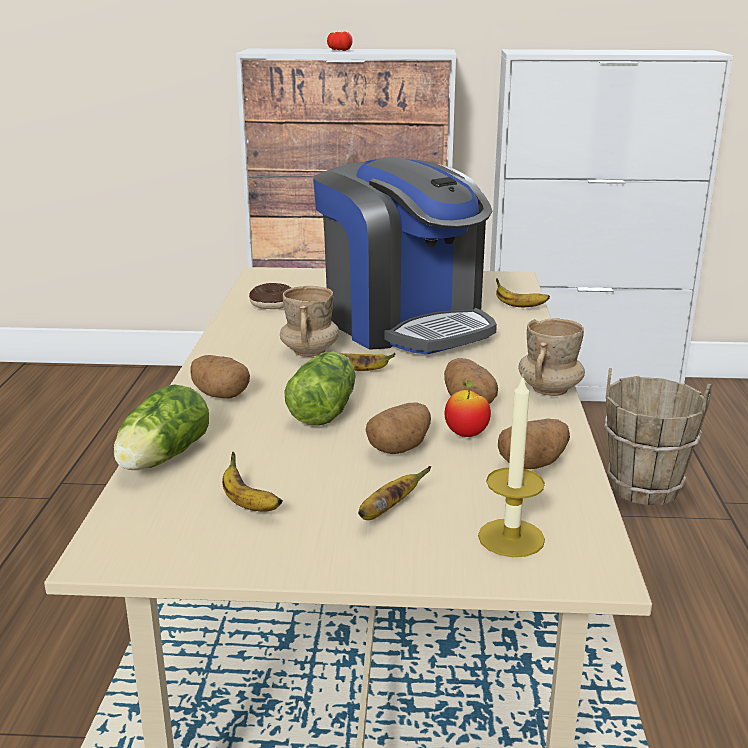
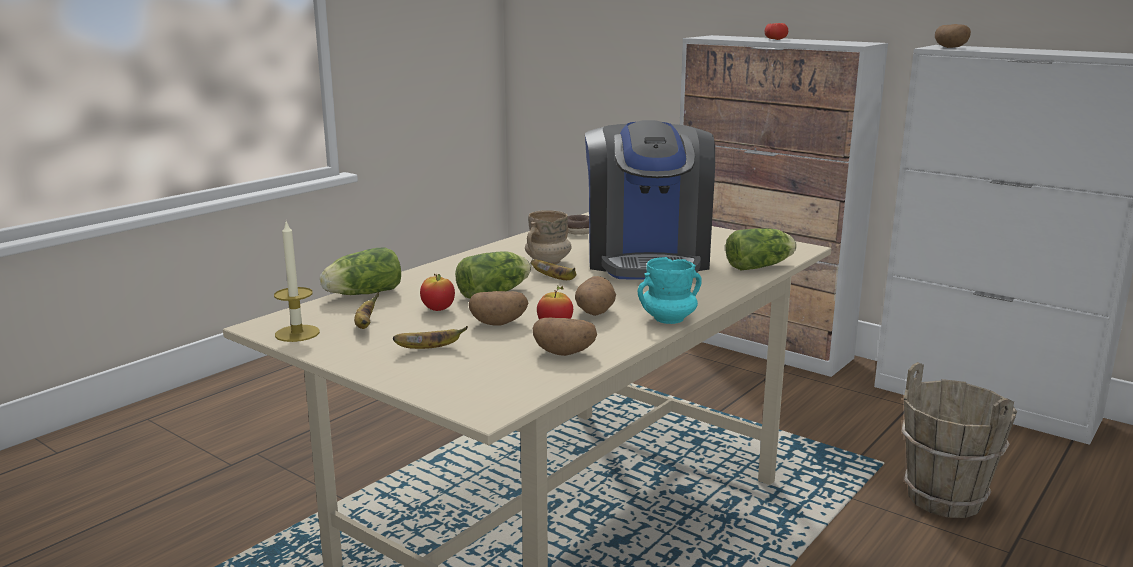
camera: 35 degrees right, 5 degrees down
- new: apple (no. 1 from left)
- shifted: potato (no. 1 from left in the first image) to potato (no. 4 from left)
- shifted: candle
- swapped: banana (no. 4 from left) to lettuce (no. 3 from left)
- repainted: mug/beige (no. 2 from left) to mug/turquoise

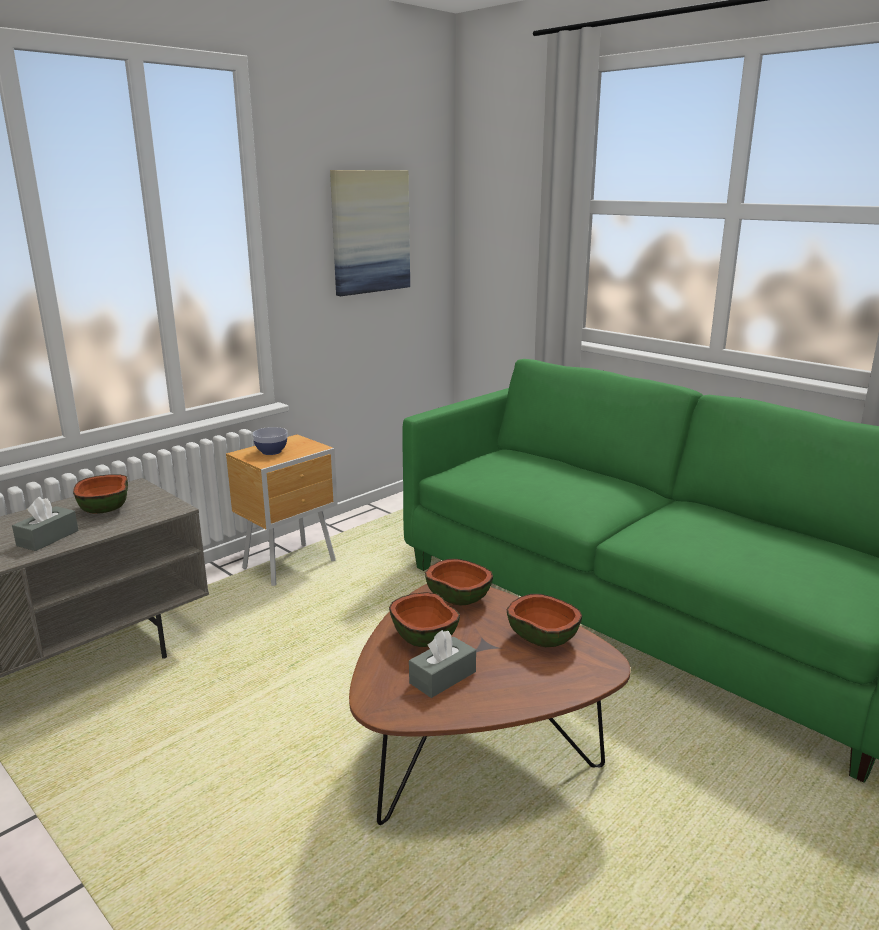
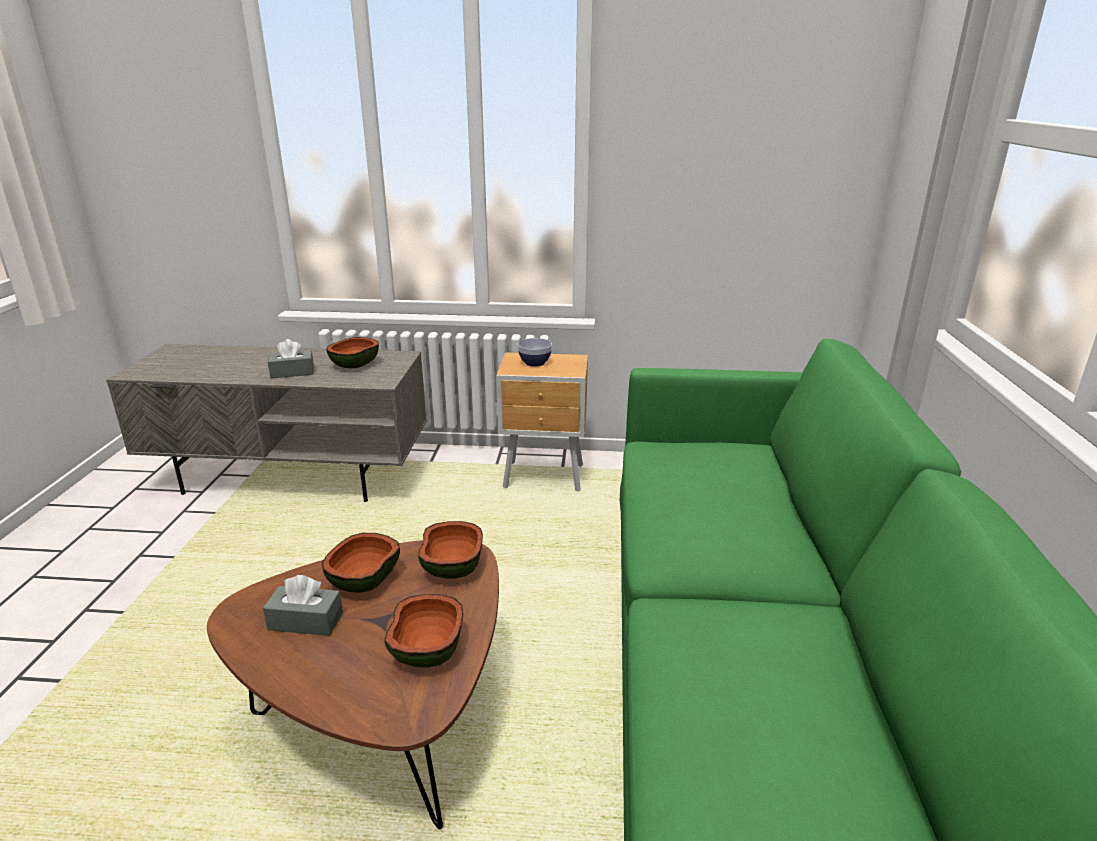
camera: 50 degrees right, 5 degrees up
- gone: picture

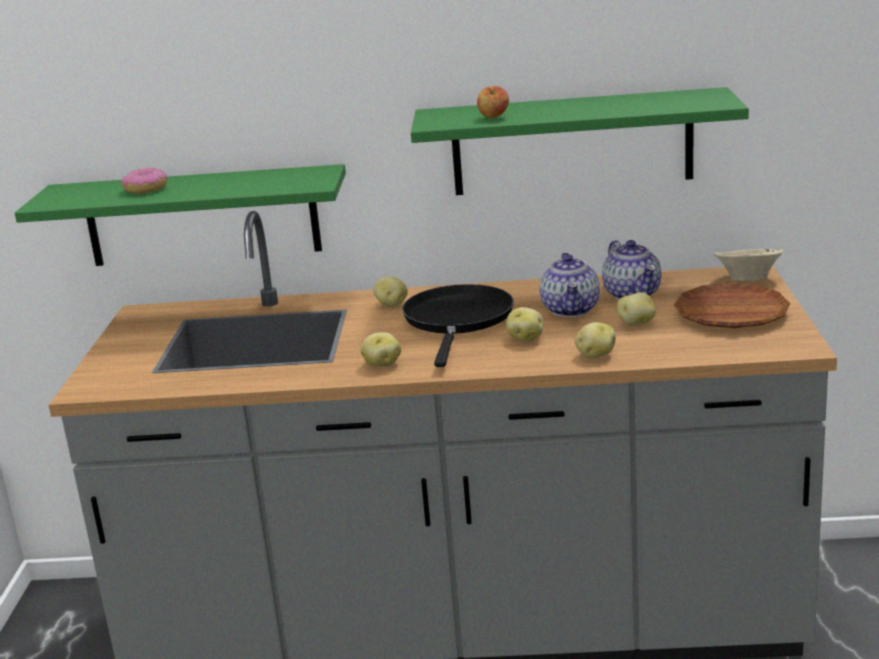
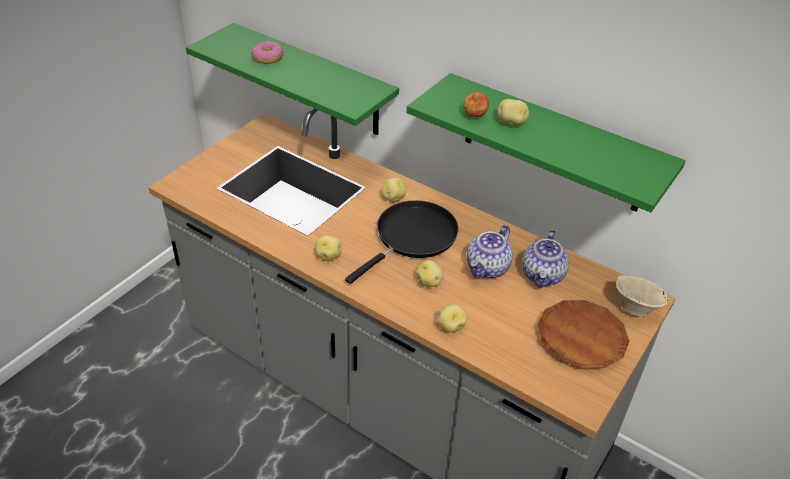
camera: 30 degrees right, 20 degrees up
- shifted: potato (no. 5 from left)

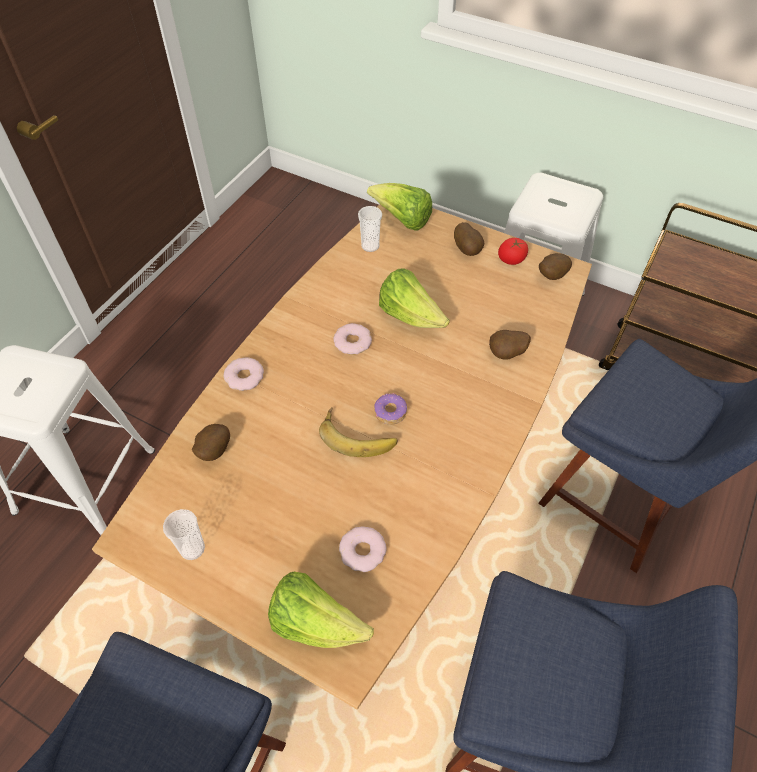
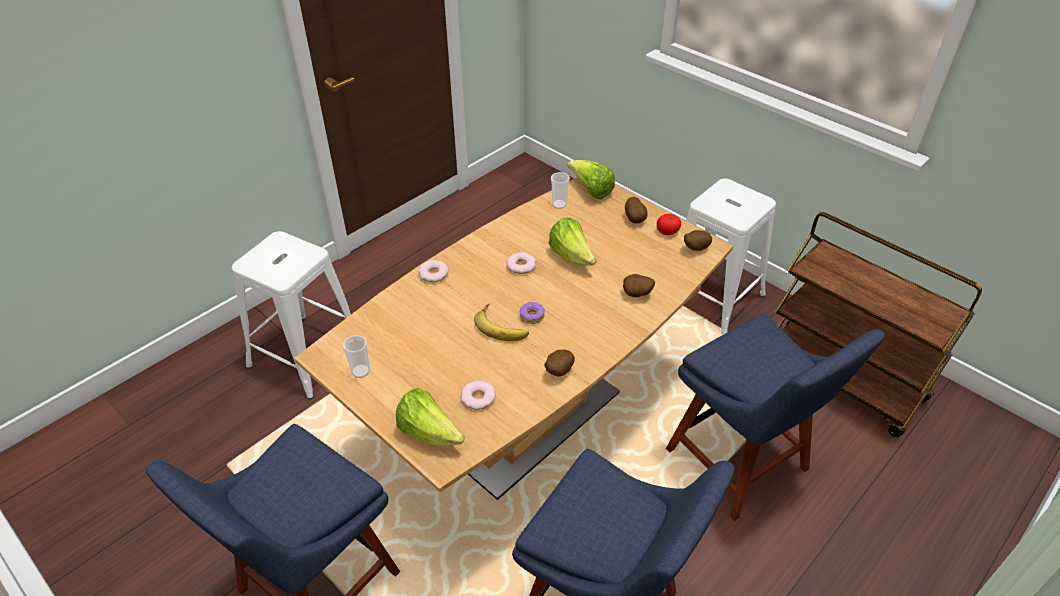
camera: 15 degrees right, 10 degrees down
- shifted: potato (no. 1 from left)

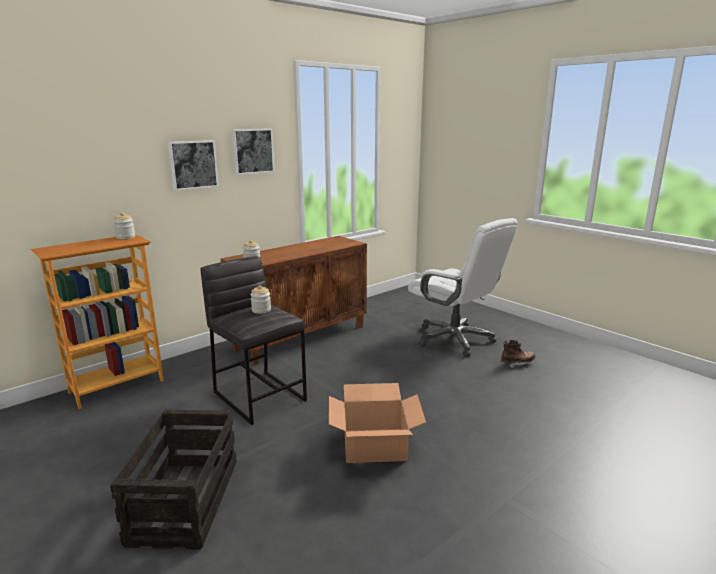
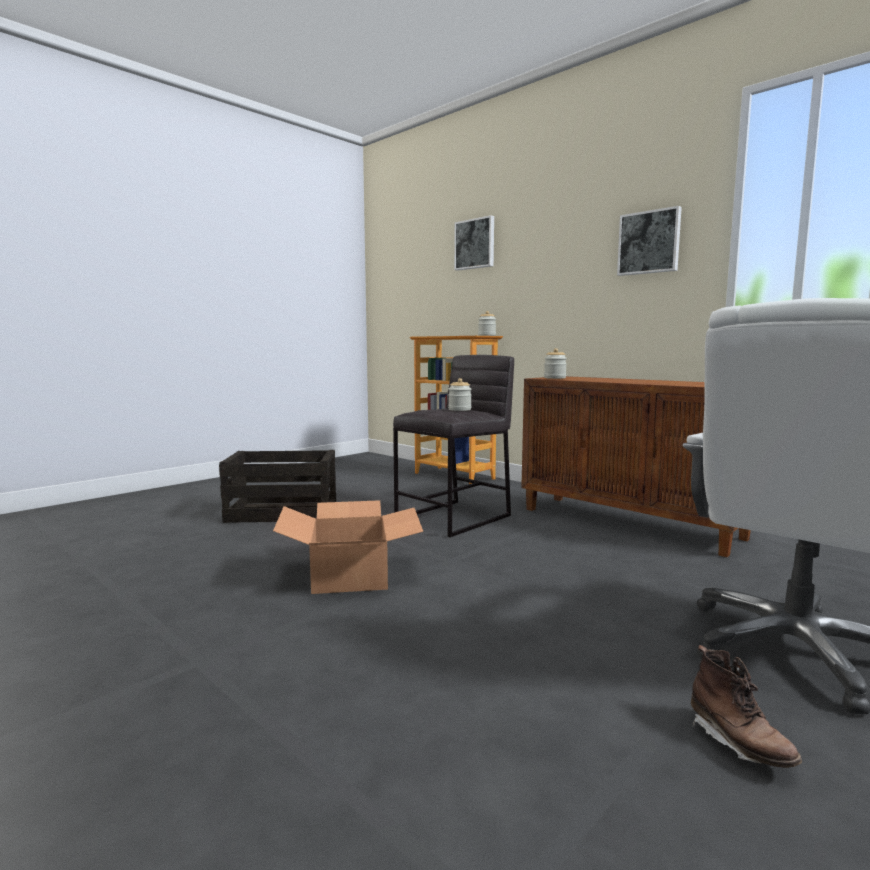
camera: 85 degrees right, 10 degrees down
- shifted: picture (no. 1 from left)

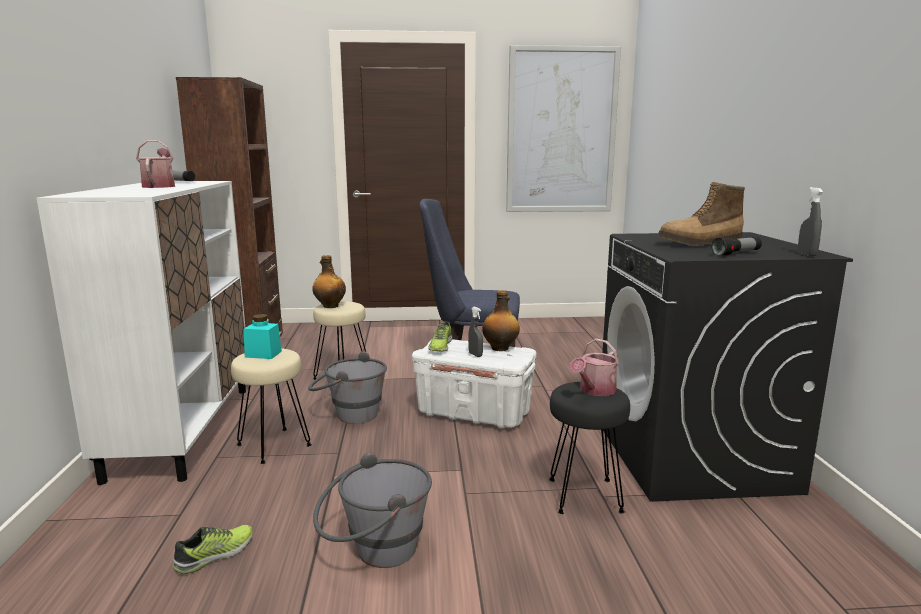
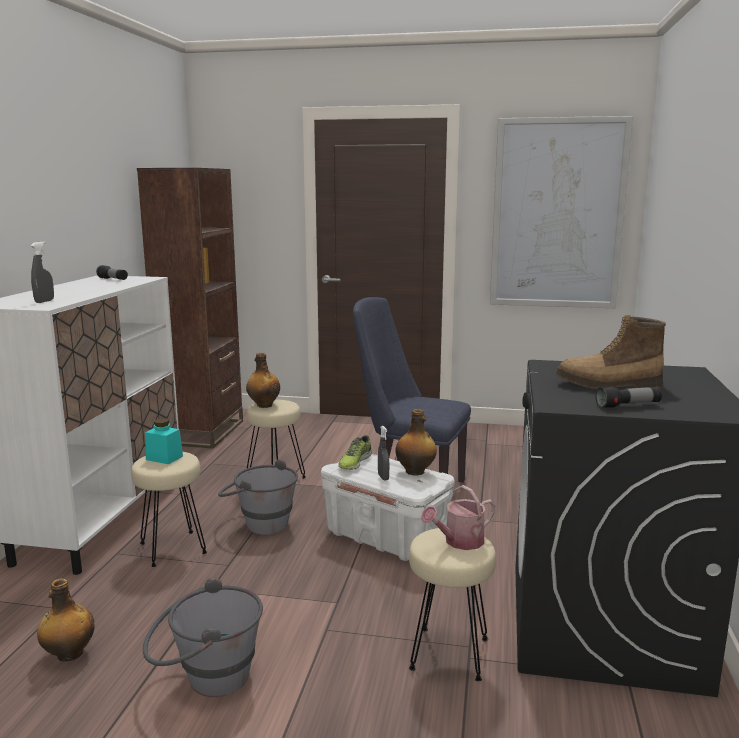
camera: 15 degrees right, 0 degrees up
- gone: watering can (no. 1 from left)
- shifted: spray bottle/grey (no. 2 from left in the first image) to spray bottle/grey (no. 1 from left)
- swapped: shoe (no. 1 from left) to bottle (no. 1 from left)
- repainted: stool/black to stool/beige (no. 3 from left)

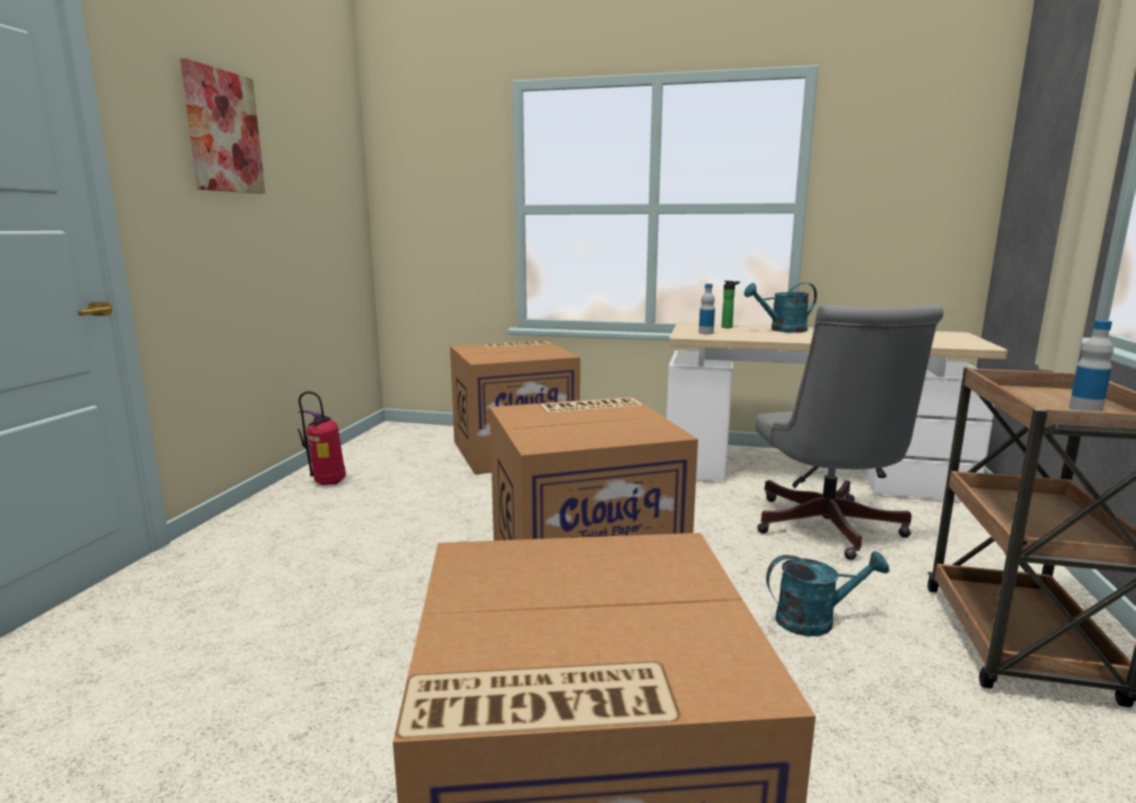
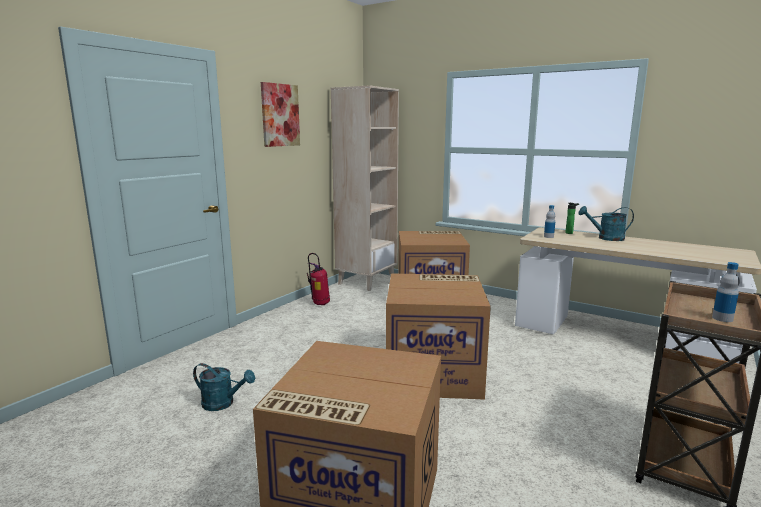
camera: 20 degrees right, 0 degrees up
- gone: office chair/grey
- new: bookcase/beige
- shifted: watering can/turquoise (no. 2 from left in the first image) to watering can/turquoise (no. 1 from left)

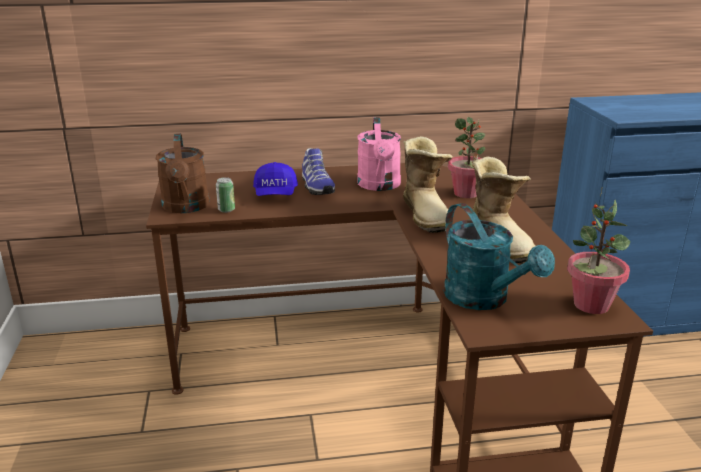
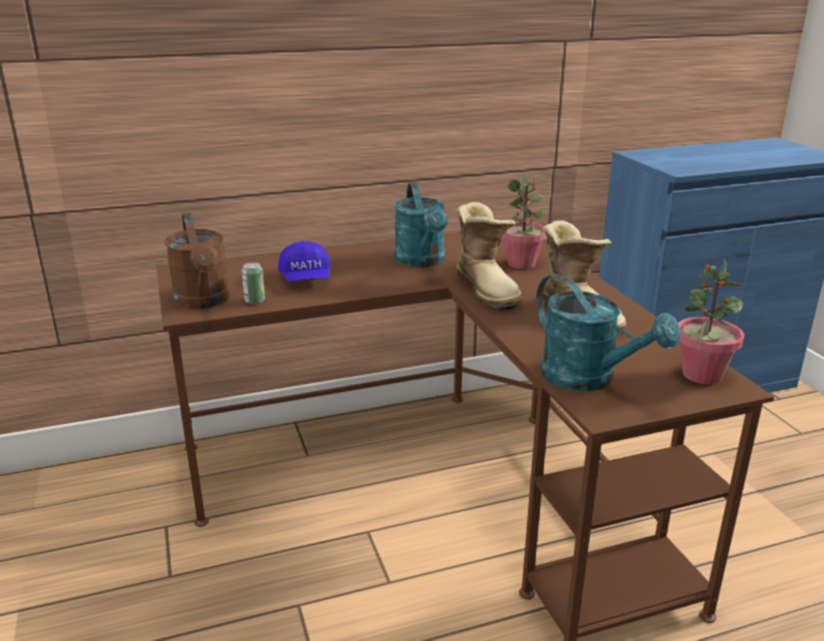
camera: 10 degrees left, 0 degrees up
- gone: shoe
- repainted: watering can/pink to watering can/turquoise (no. 1 from left)

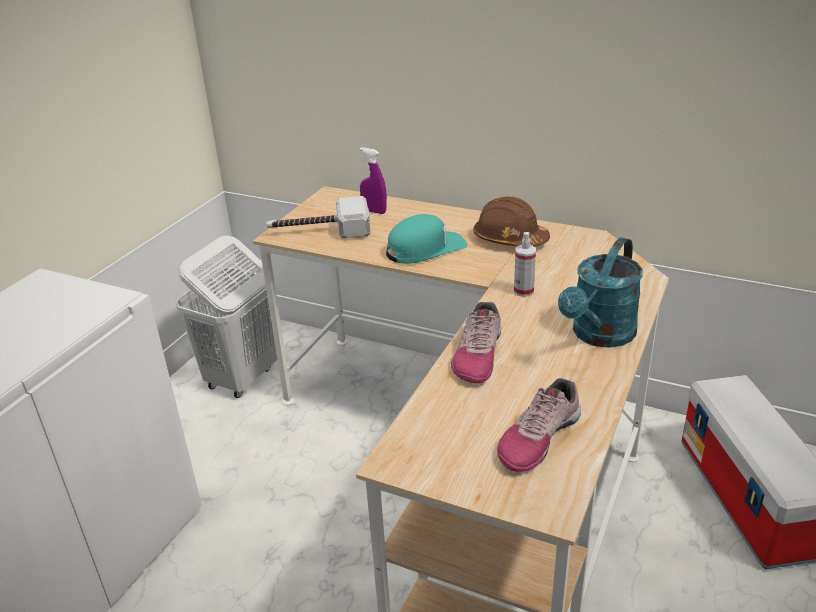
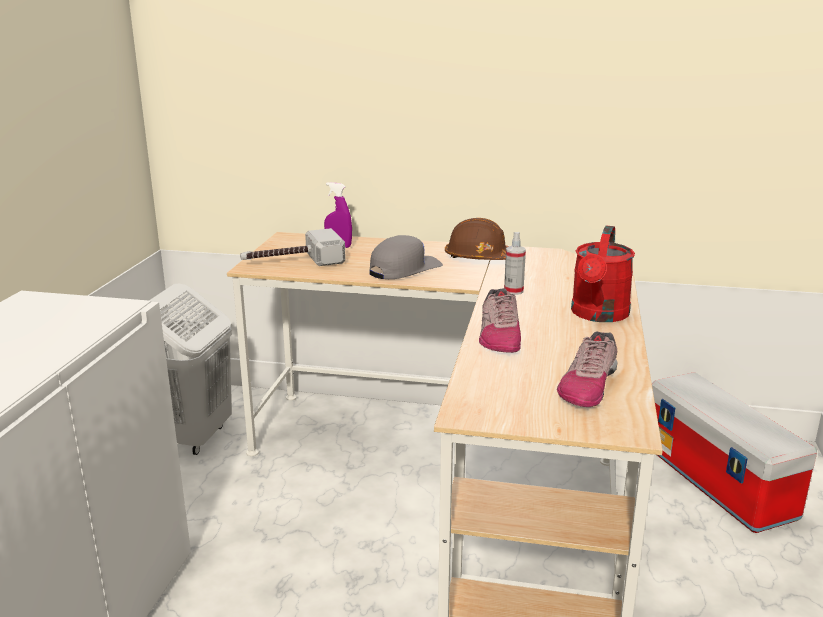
camera: 15 degrees left, 10 degrees down
- repainted: cap/turquoise to cap/grey
- repainted: watering can/turquoise to watering can/red

